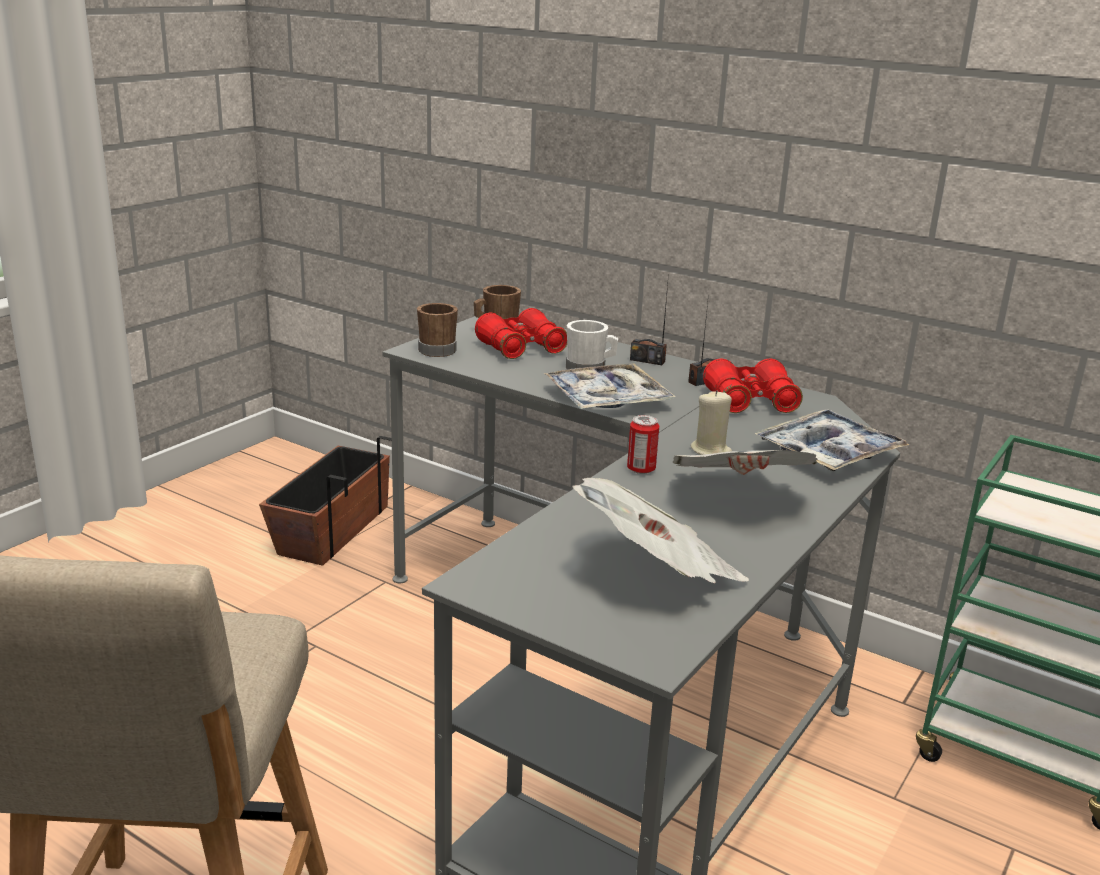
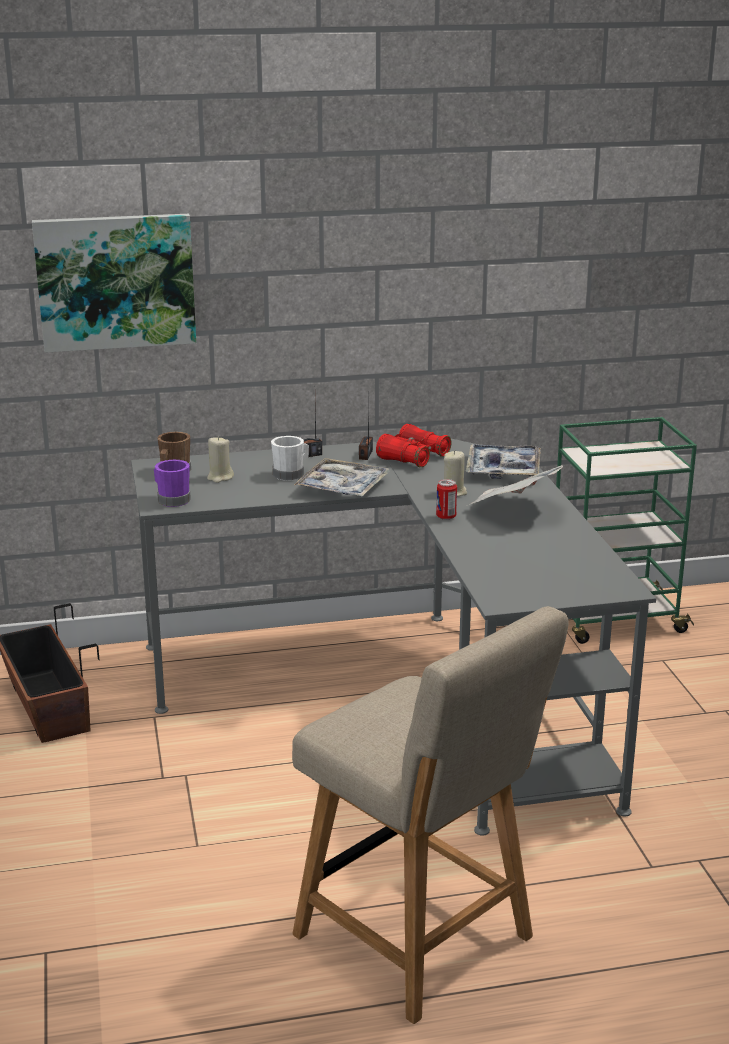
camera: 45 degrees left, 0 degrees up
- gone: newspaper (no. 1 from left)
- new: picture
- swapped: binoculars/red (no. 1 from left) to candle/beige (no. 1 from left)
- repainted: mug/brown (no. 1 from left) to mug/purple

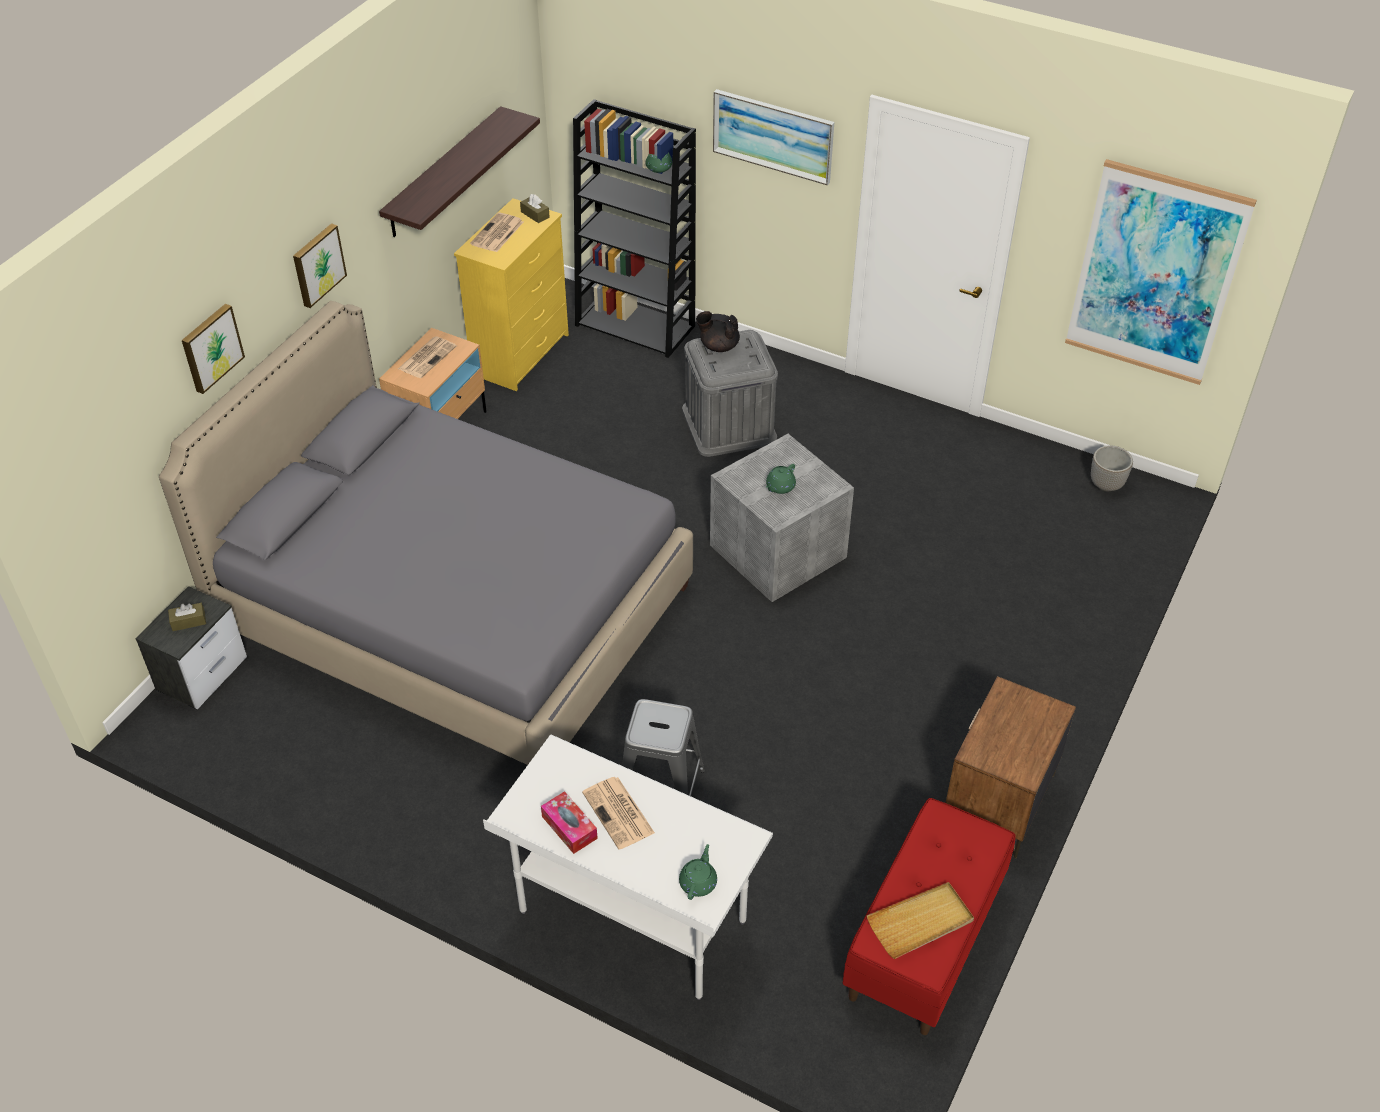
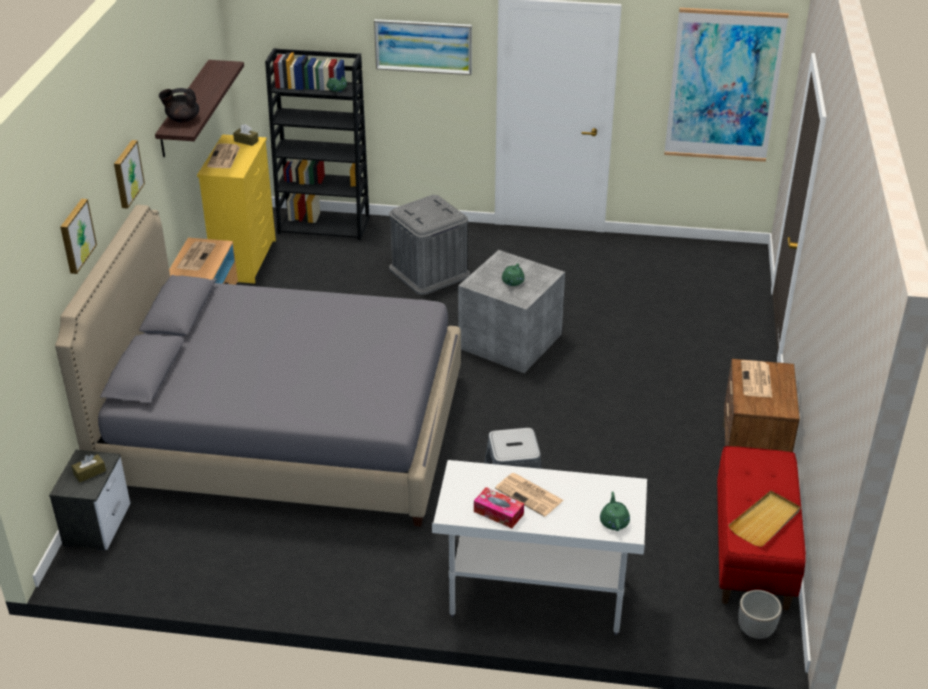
camera: 20 degrees left, 10 degrees down
- new: newspaper (no. 4 from left)
- shifted: teapot/black
- shifted: planter

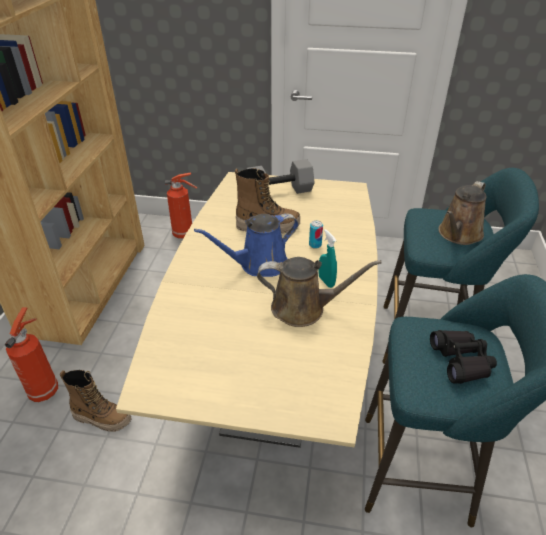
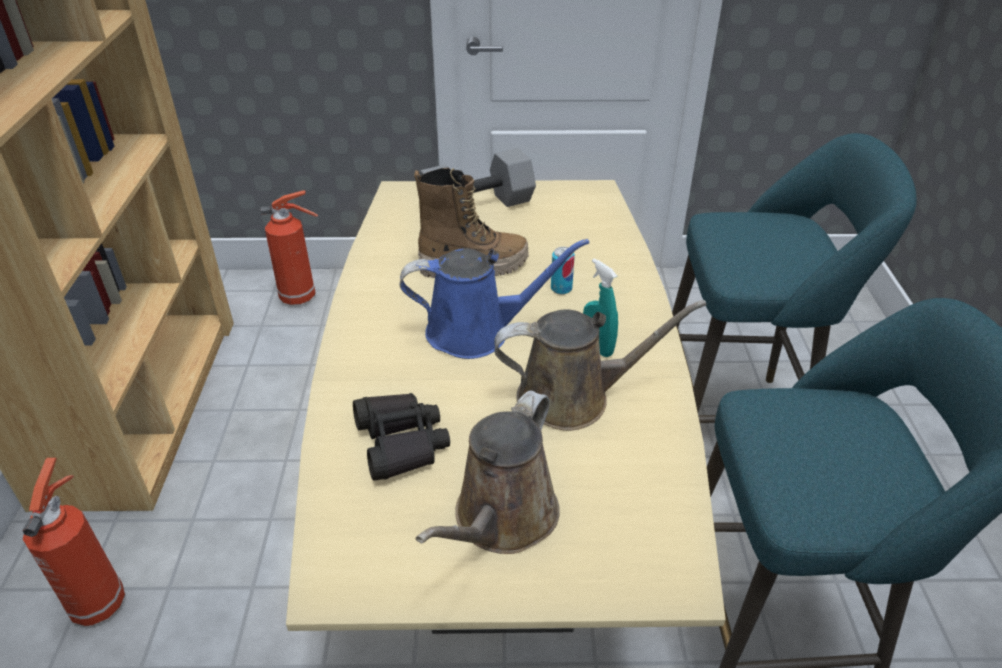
camera: 10 degrees left, 0 degrees up
- gone: boot (no. 1 from left)
- shifted: binoculars/black
- shifted: watering can/brown (no. 2 from left in the first image) to watering can/brown (no. 1 from left)
- rotated: watering can/blue 150 degrees counterclockwise

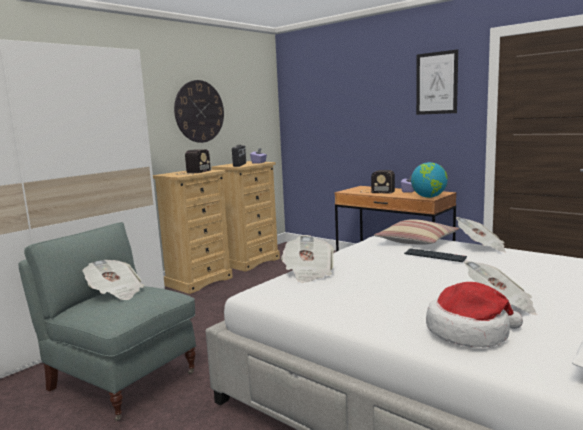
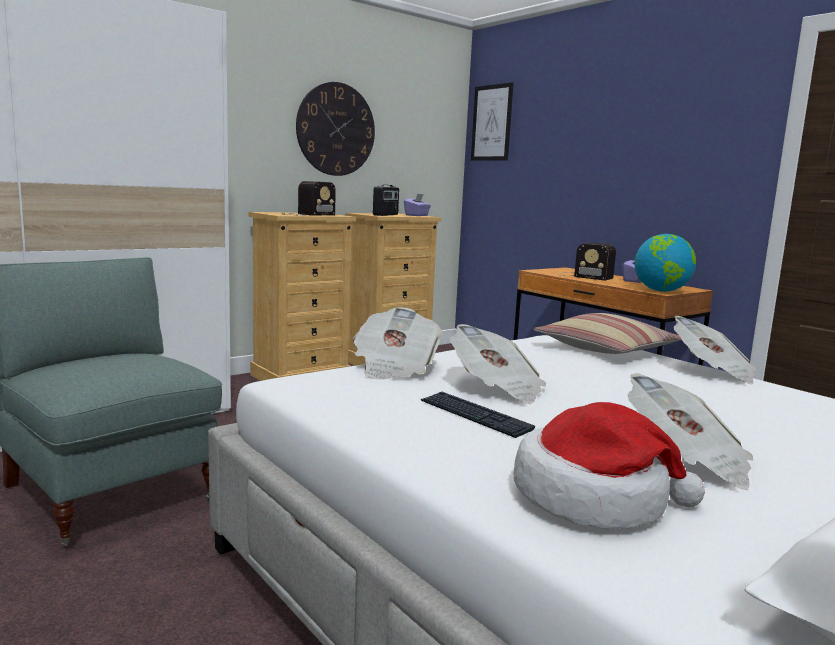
camera: 10 degrees right, 0 degrees up
- shifted: newspaper (no. 1 from left in the first image) to newspaper (no. 2 from left)
- shifted: keyboard
- shifted: picture

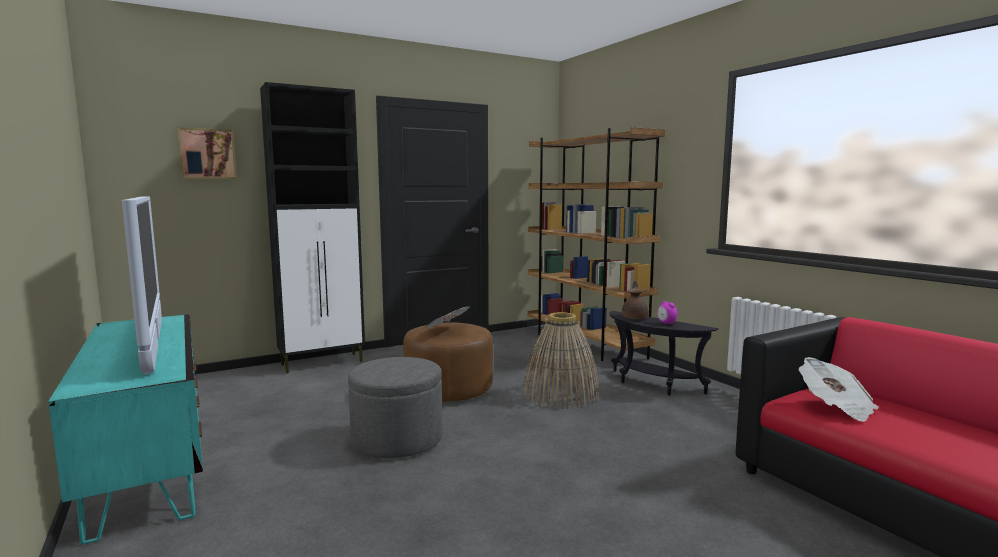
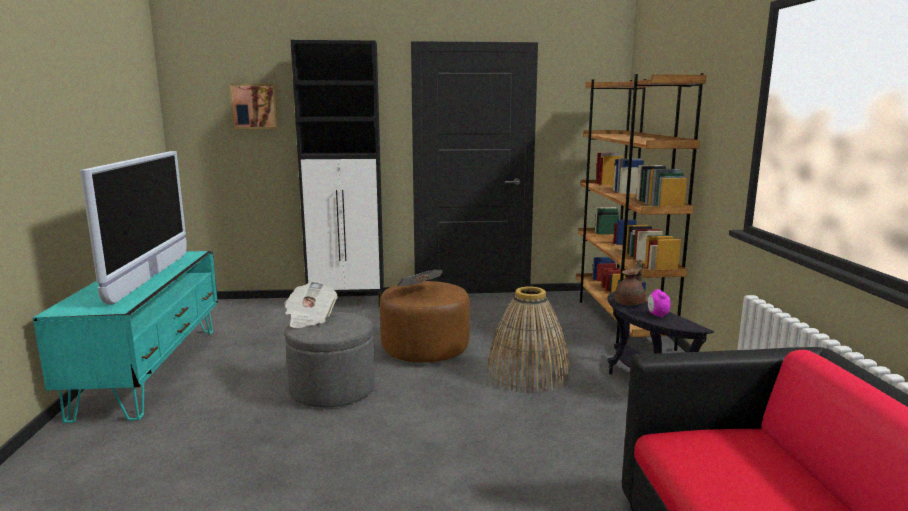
camera: 25 degrees right, 5 degrees up
- shifted: newspaper (no. 2 from left in the first image) to newspaper (no. 1 from left)

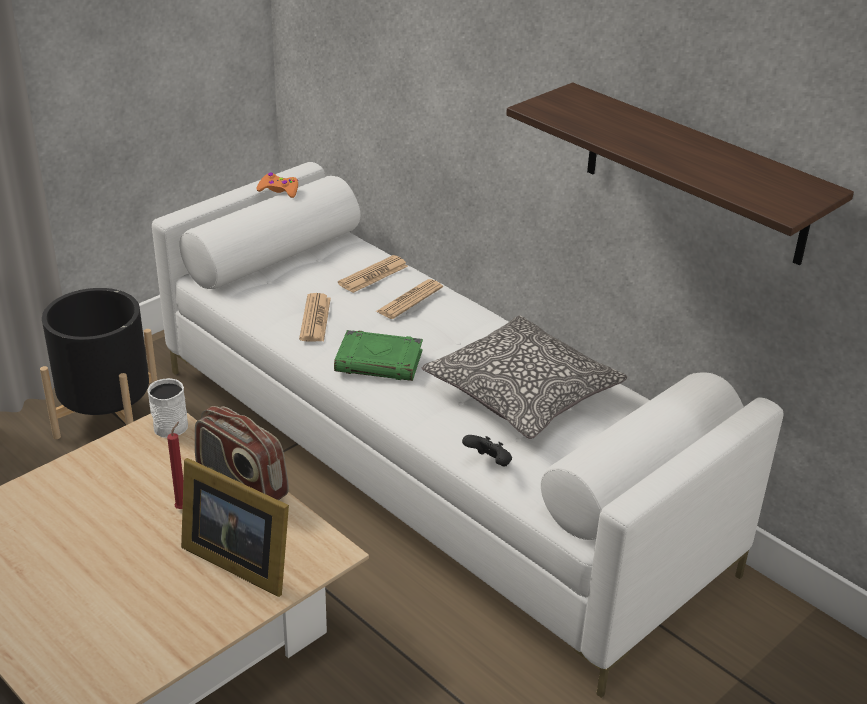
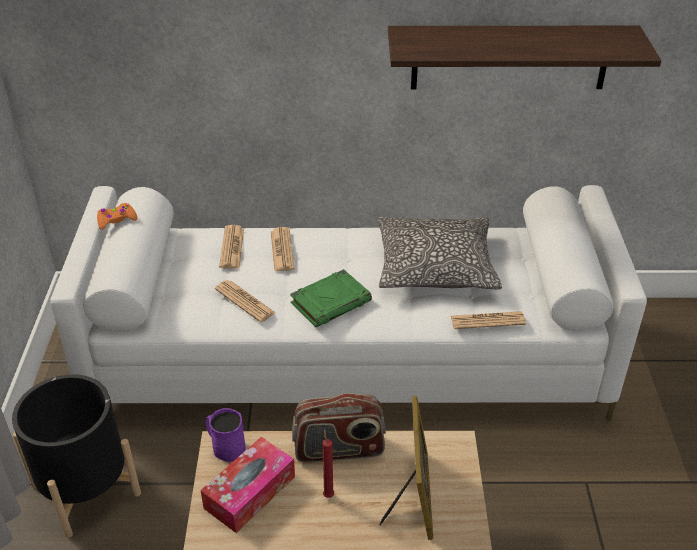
camera: 45 degrees left, 5 degrees up
- new: tissue box
- swapped: game controller/black to newspaper (no. 4 from left)
- repainted: mug/white to mug/purple
- rotated: picture frame 75 degrees counterclockwise

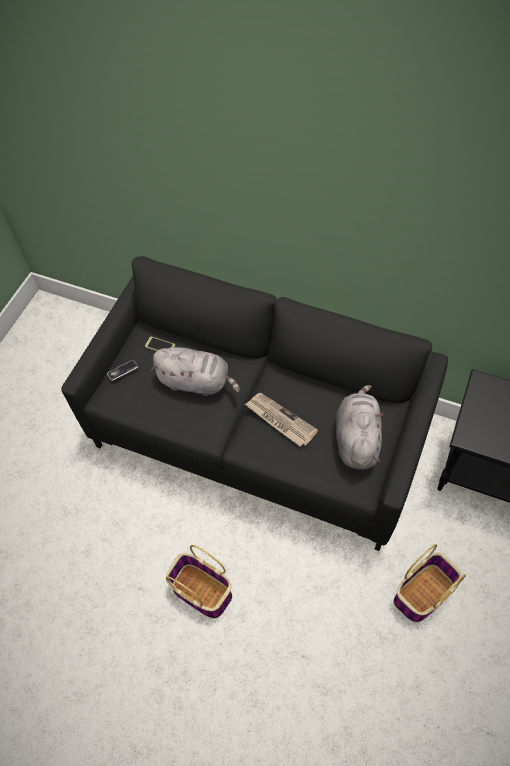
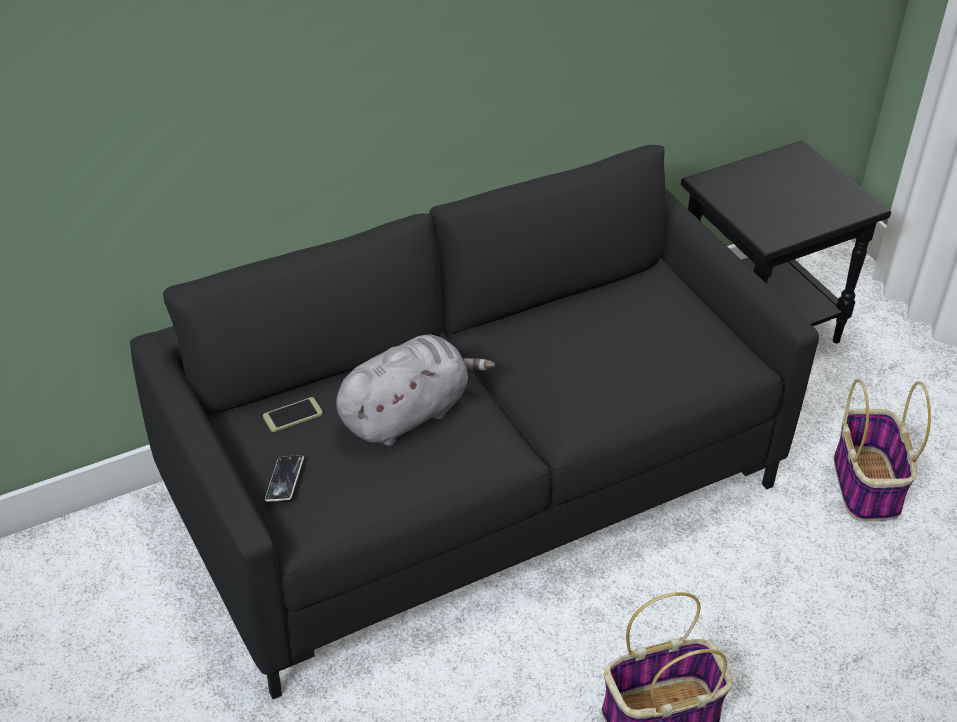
camera: 55 degrees left, 15 degrees down
- gone: newspaper
- gone: plush toy/grey (no. 2 from left)

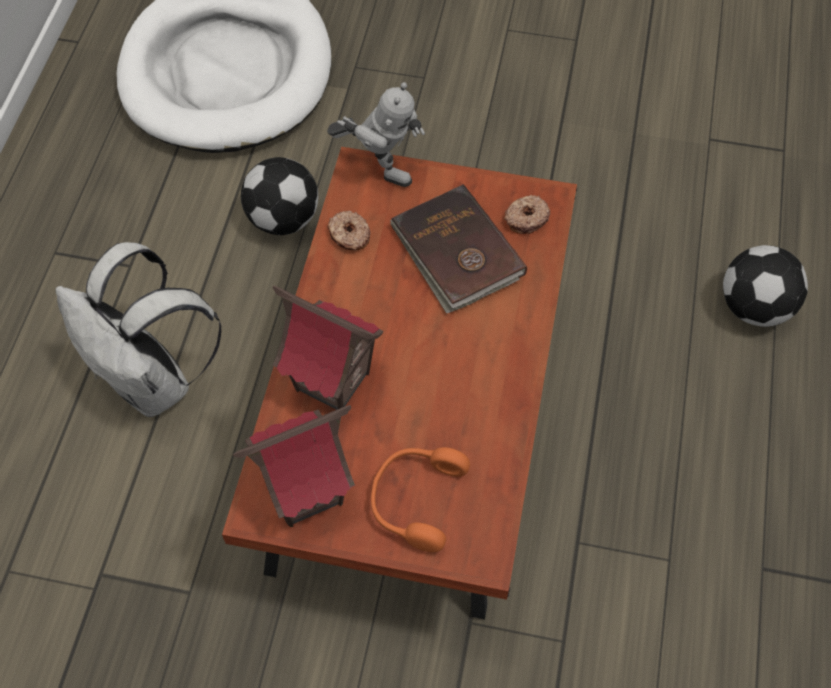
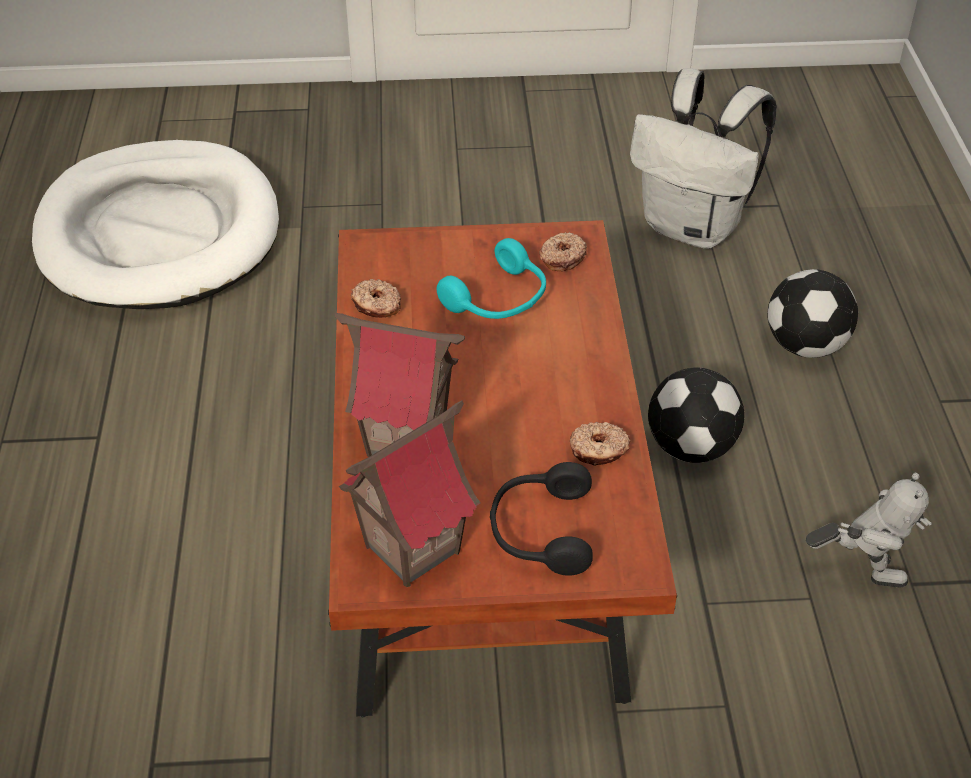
camera: 15 degrees left, 15 degrees down
- new: donut (no. 3 from left)
- shifted: backpack/white
- shifted: football (no. 1 from left)
- shifted: toy robot
- swapped: book/brown to headphones/turquoise
- repainted: headphones/orange to headphones/black

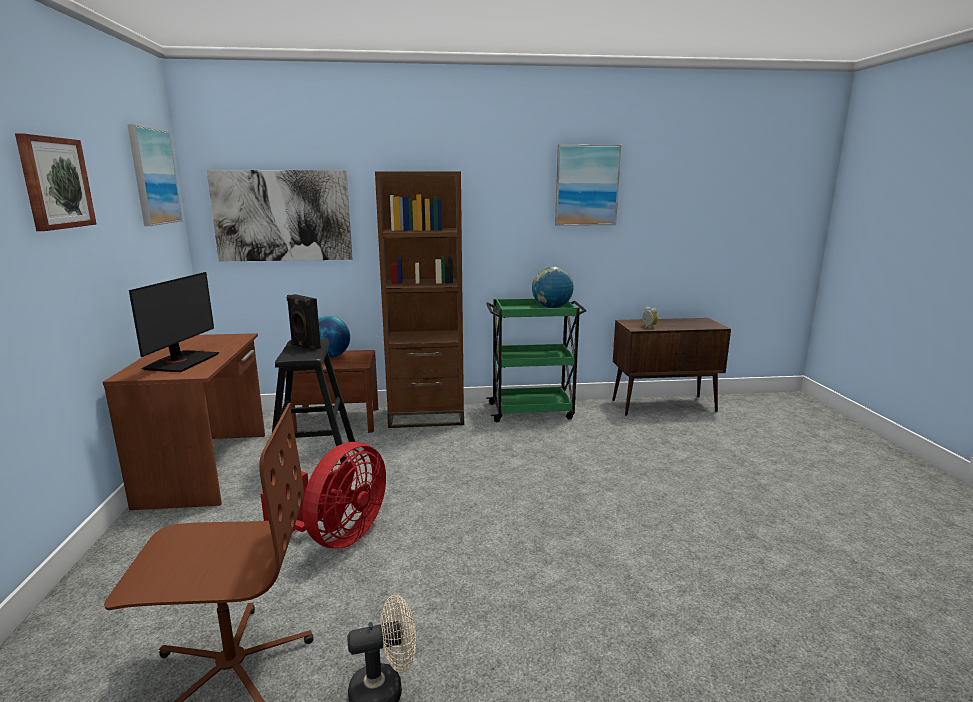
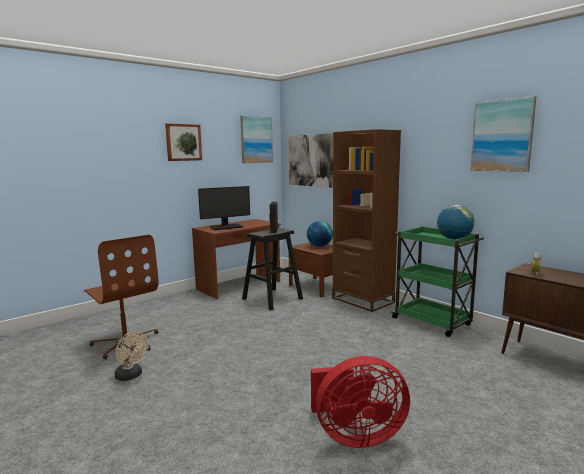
camera: 55 degrees right, 5 degrees down
- shifted: fan/red

